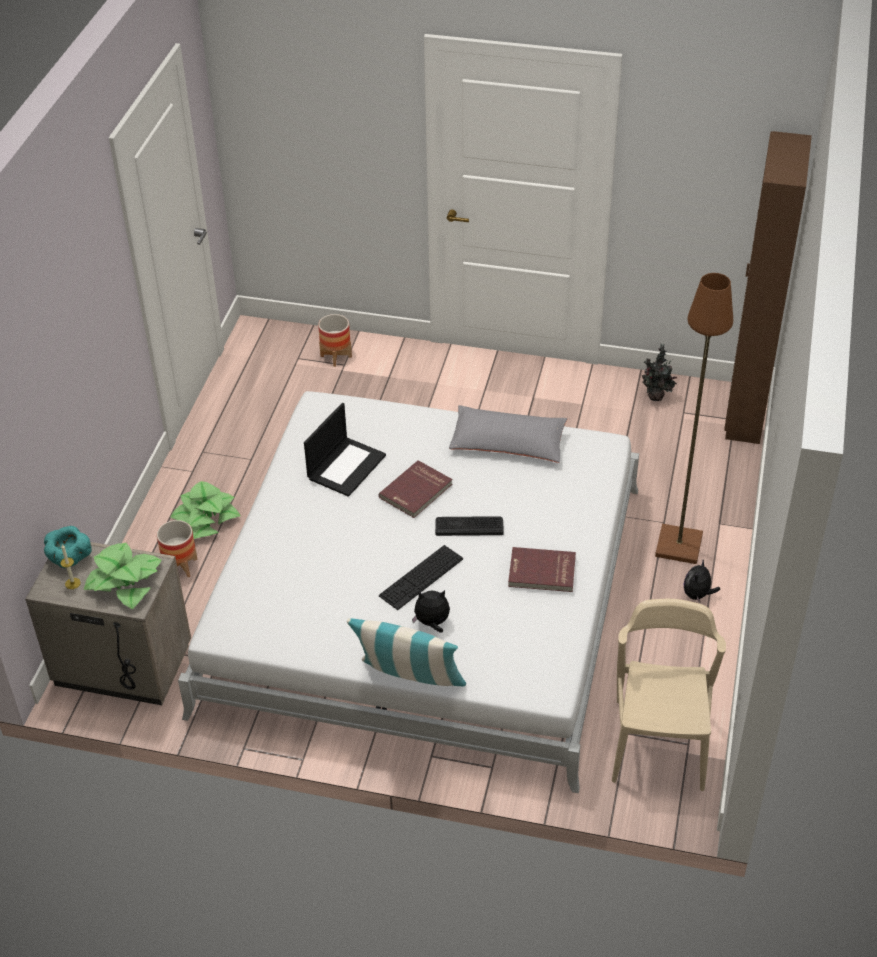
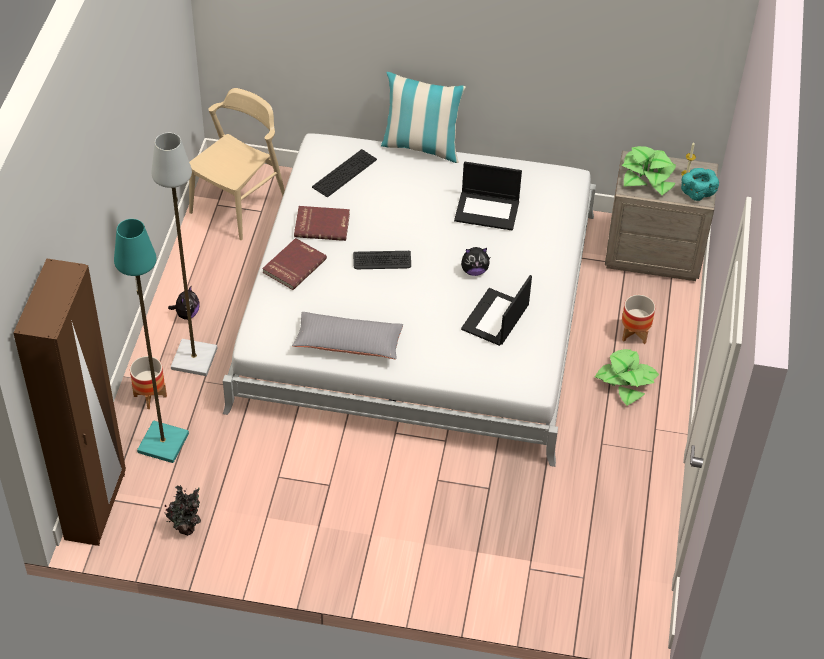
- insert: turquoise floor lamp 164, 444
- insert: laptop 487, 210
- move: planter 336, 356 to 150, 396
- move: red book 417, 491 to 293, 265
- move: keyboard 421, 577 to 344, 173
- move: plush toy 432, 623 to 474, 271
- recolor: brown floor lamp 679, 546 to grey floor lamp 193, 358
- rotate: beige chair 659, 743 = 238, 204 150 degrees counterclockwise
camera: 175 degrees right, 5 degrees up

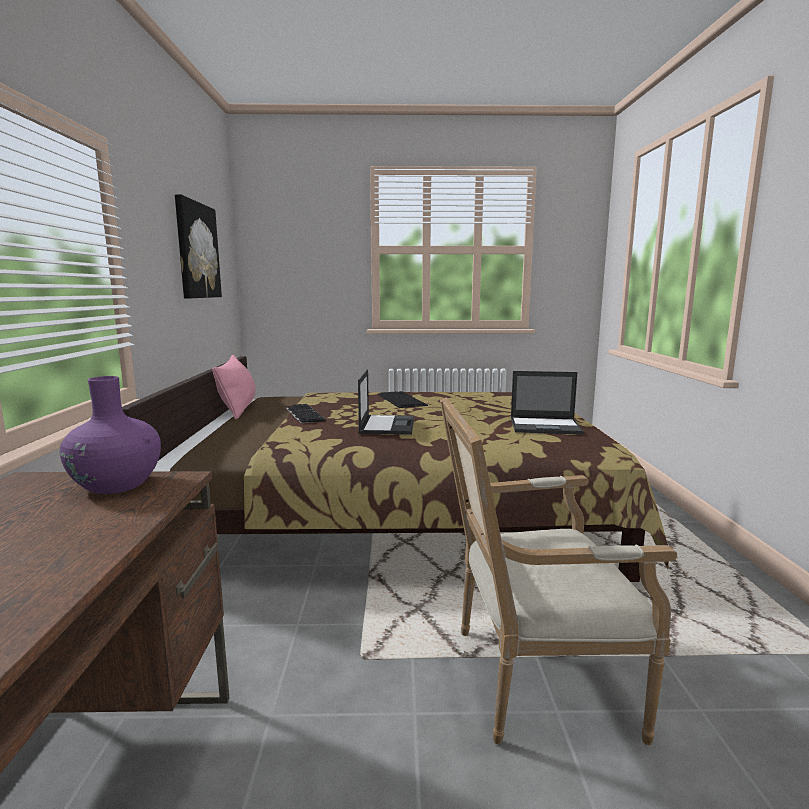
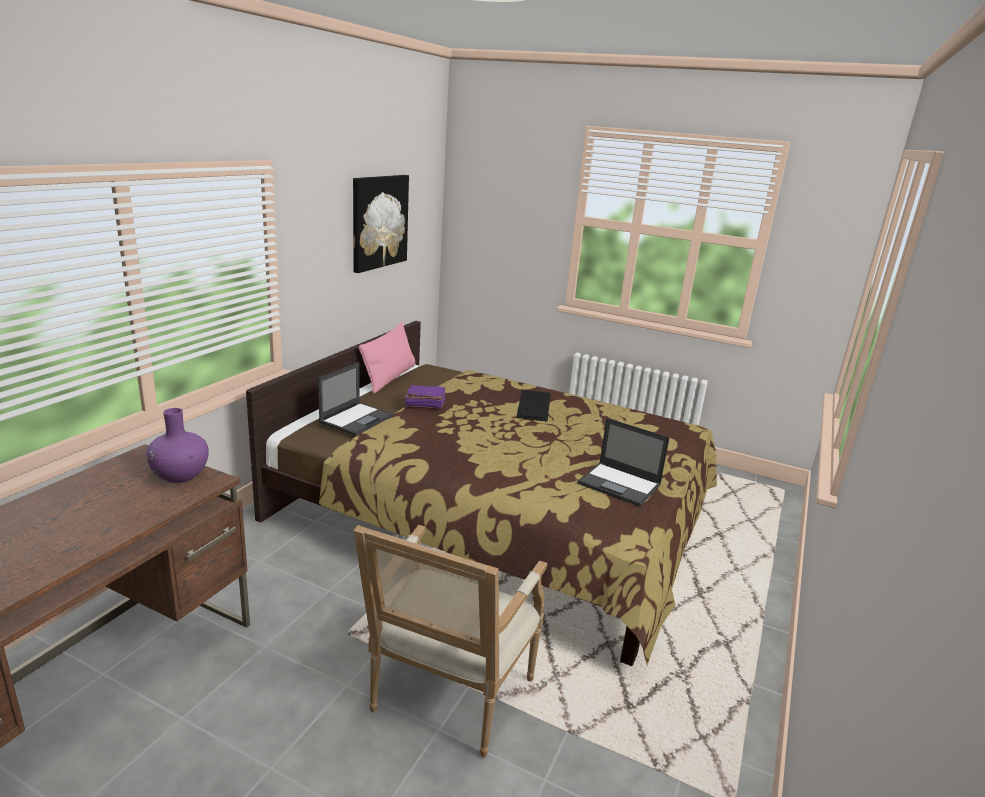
- move: laptop 387, 425 to 357, 419
- replace: keyboard 303, 414 to purple book 424, 404
- rotate: armchair 531, 678 = 446, 699 90 degrees counterclockwise
camera: 25 degrees right, 10 degrees up

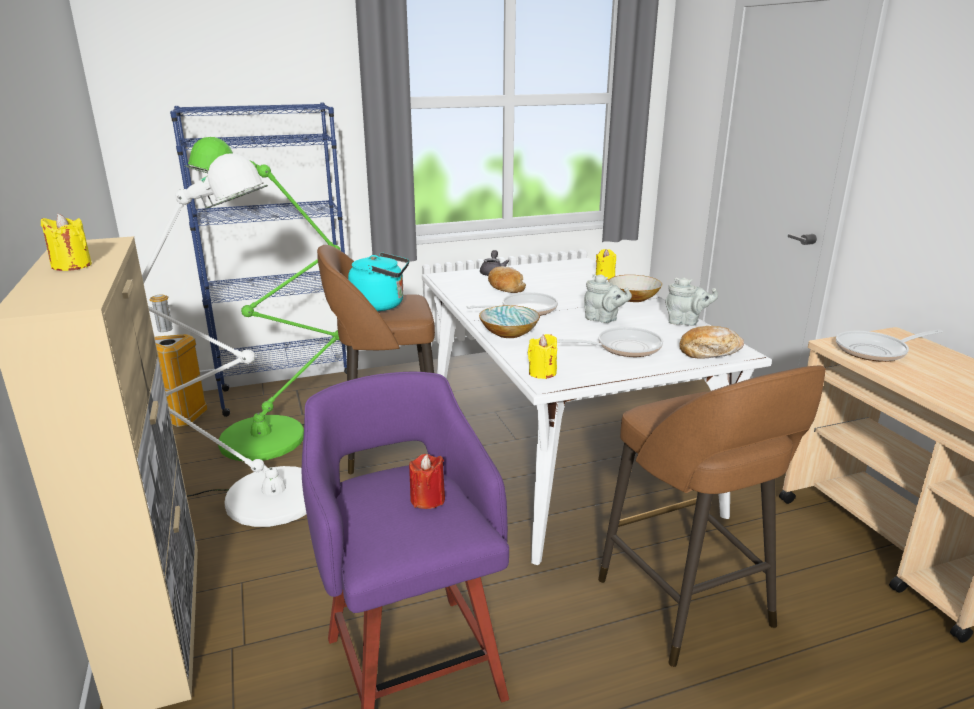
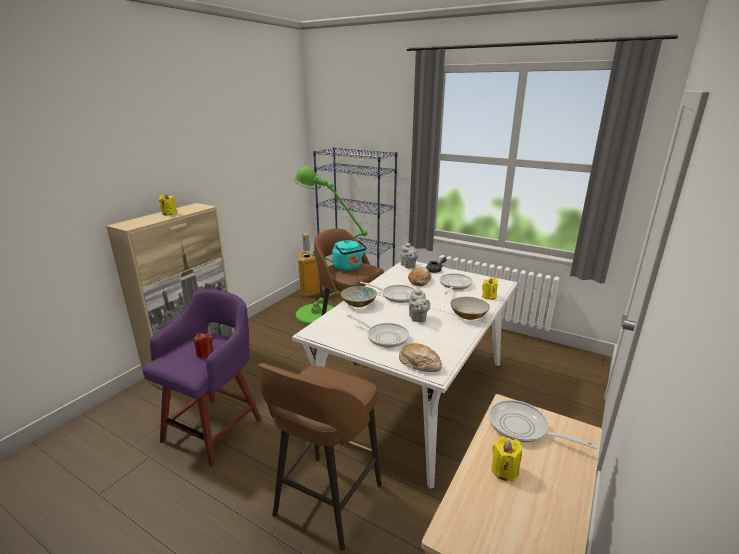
- delete: white floor lamp 261, 496
- insert: frying pan 454, 285
- move: yellow candle 542, 373 to 504, 470
- move: grey teapot 686, 322 to 408, 266
camera: 50 degrees right, 0 degrees up

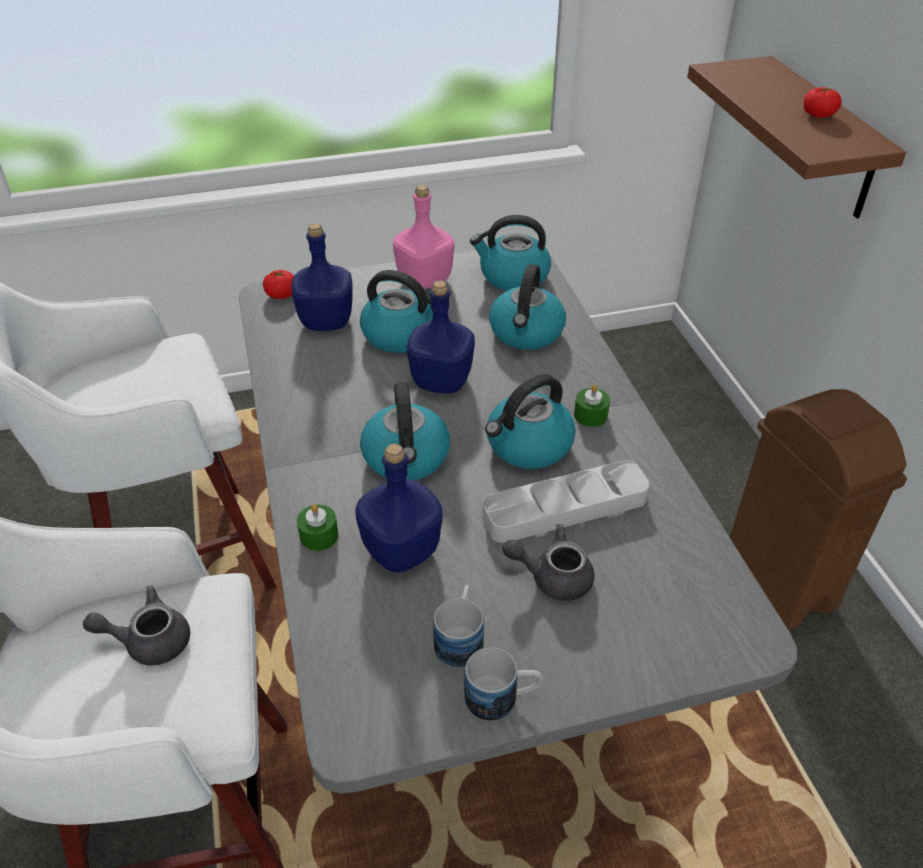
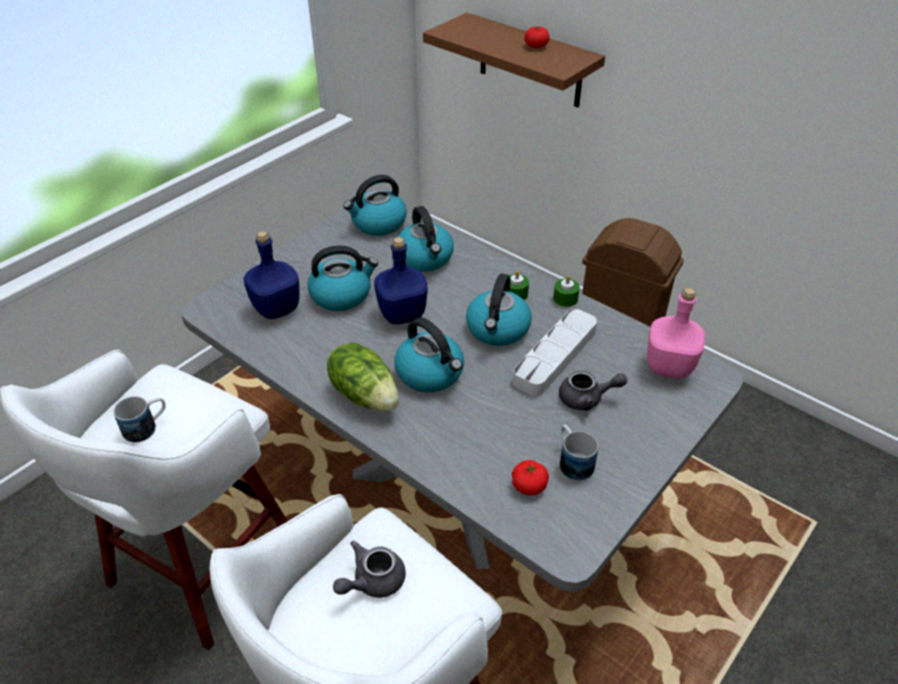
- delete: blue bottle 402, 550
- insert: lettuce 365, 394
- move: tomato 281, 295 to 529, 485
- move: green candle 319, 536 to 565, 298
- move: pink bottle 424, 280 to 669, 367
- move: mug 502, 698 to 147, 427
- rotate: grey teapot 552, 577 = 587, 399 150 degrees counterclockwise
camera: 35 degrees left, 0 degrees up

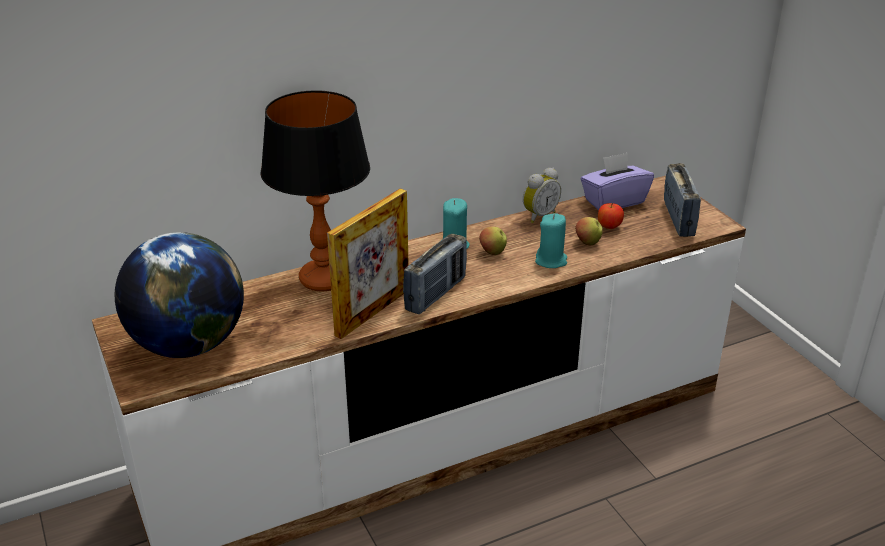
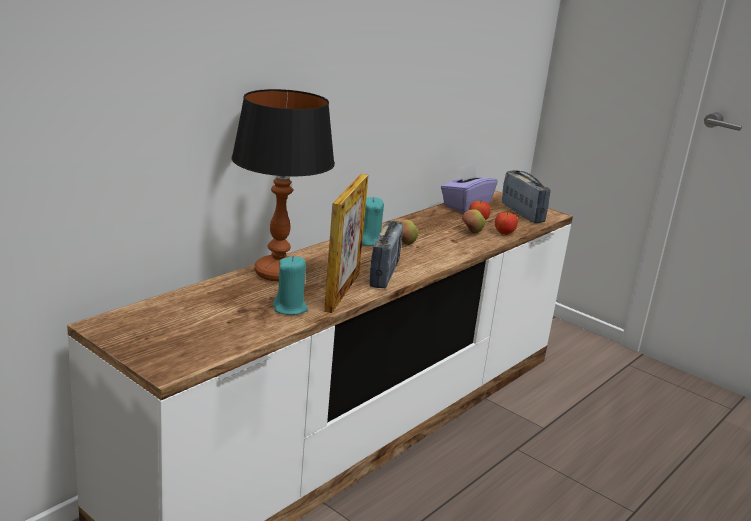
- delete: globe 189, 345
- delete: alarm clock 538, 215
- insert: apple 504, 233
- move: turquoise candle 551, 261 to 290, 308
camera: 25 degrees left, 10 degrees down

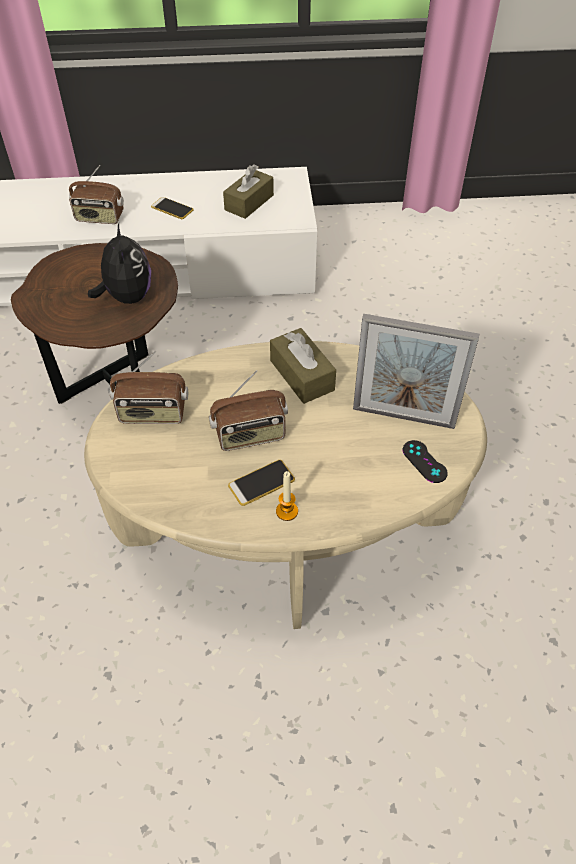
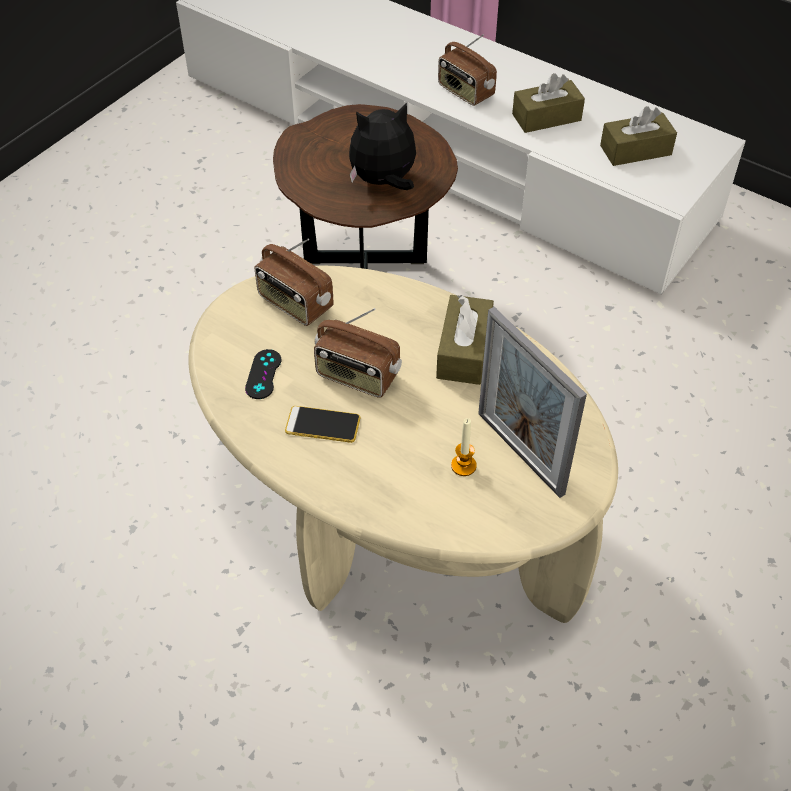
- move: candle 287, 511 to 463, 466
- move: black game controller 424, 461 to 263, 374
- replace: phone 172, 208 to brown tissue box 546, 117
- rotate: plush toy 127, 297 = 384, 182 135 degrees counterclockwise
camera: 40 degrees right, 0 degrees up

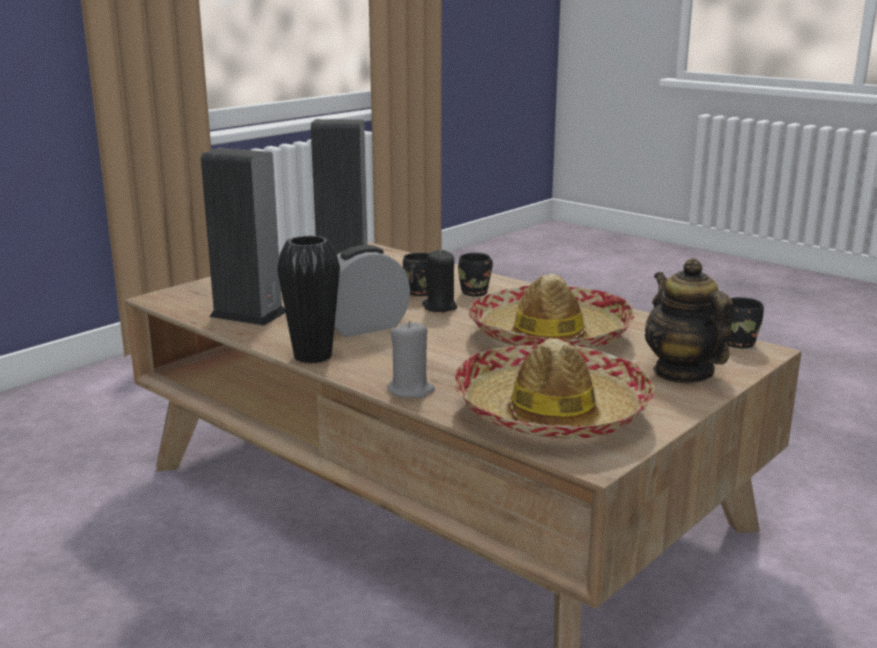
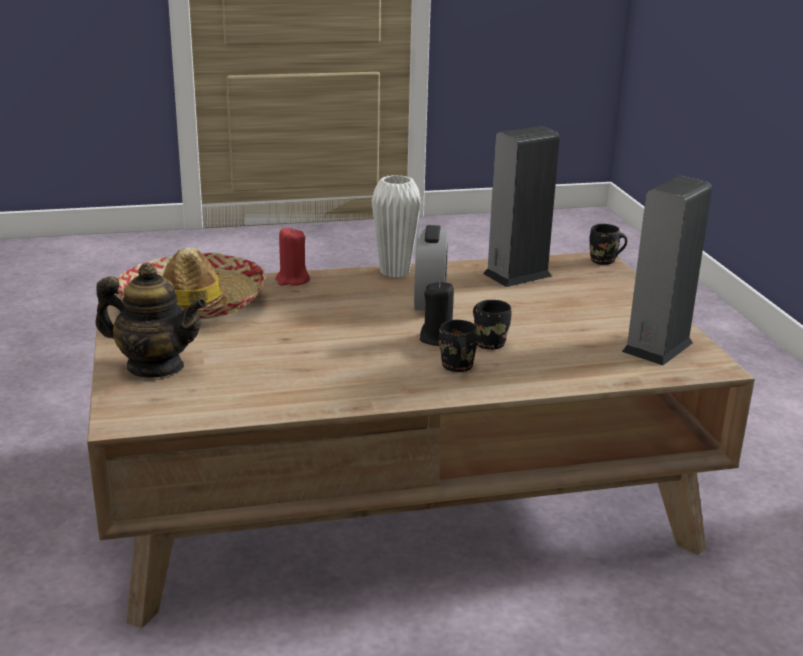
- delete: hat 550, 336
- move: black mug 738, 343 to 604, 261
- recolor: black vase 313, 356 to white vase 395, 272
- recolor: grey candle 411, 390 to red candle 292, 280
camera: 125 degrees right, 5 degrees up

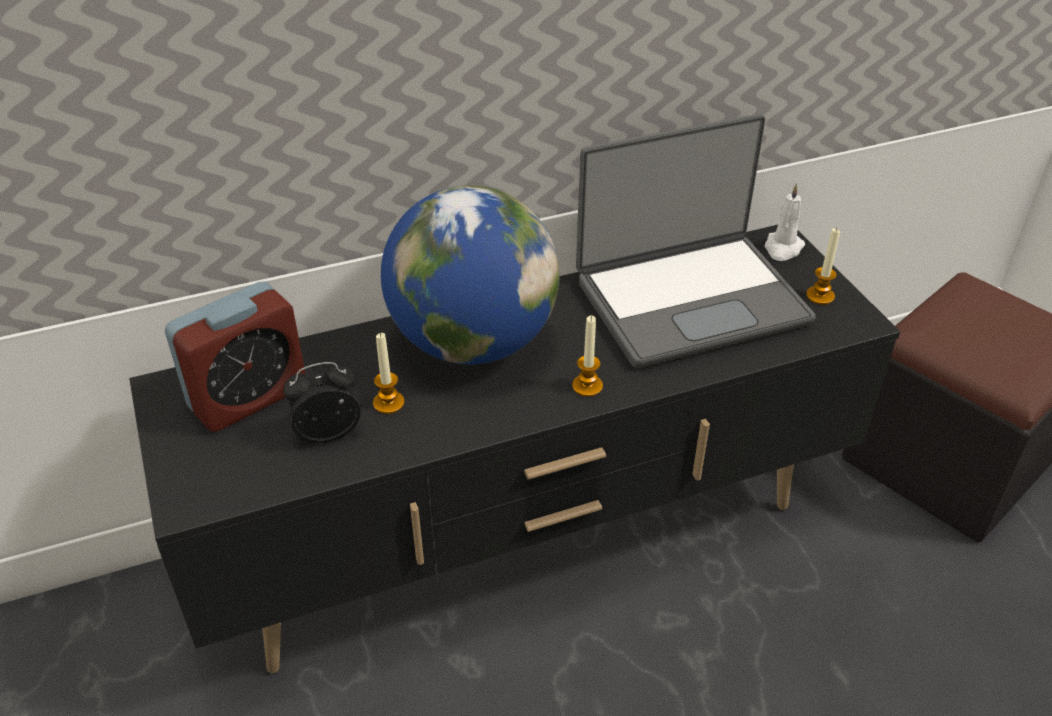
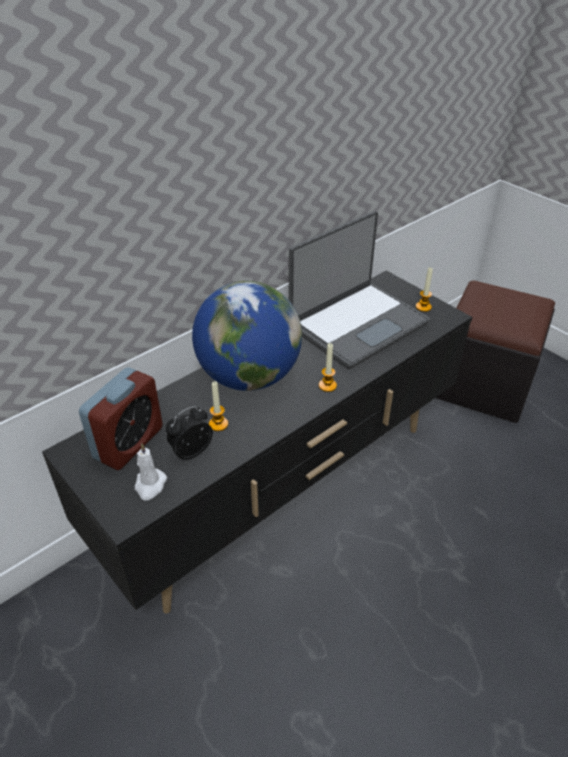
- move: white candle 783, 248 to 150, 485
camera: 20 degrees left, 0 degrees up

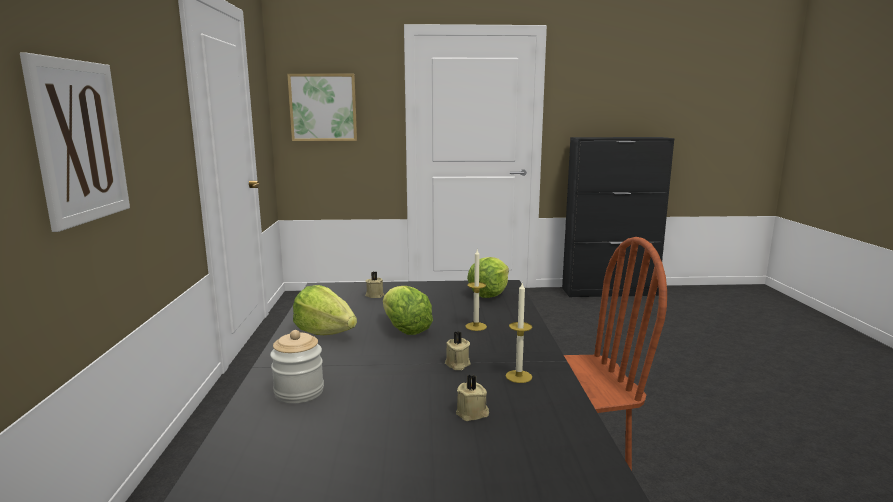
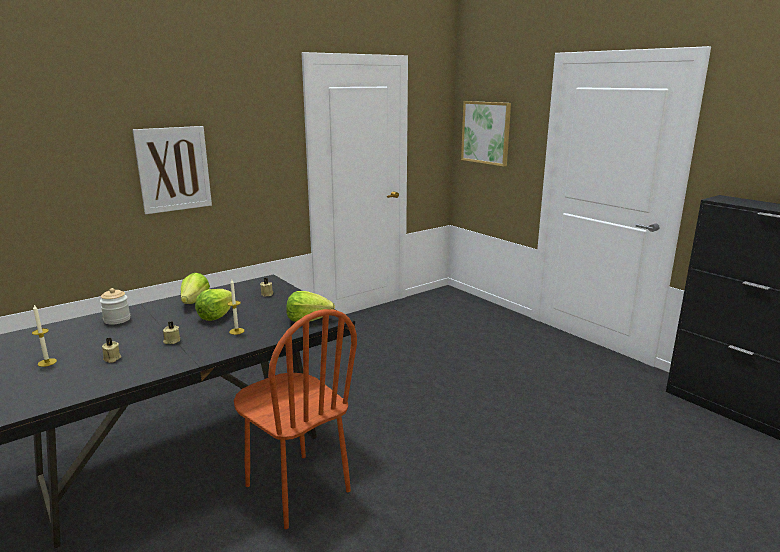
- move: candle 518, 376 to 47, 362
camera: 55 degrees right, 5 degrees up

